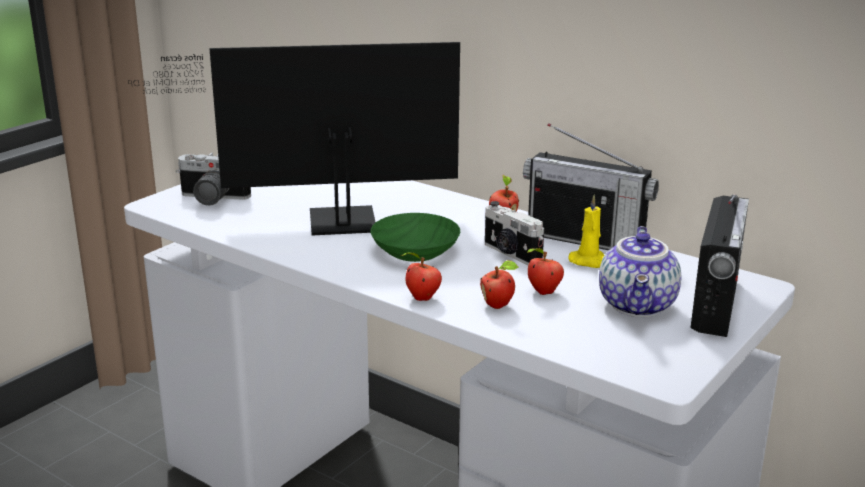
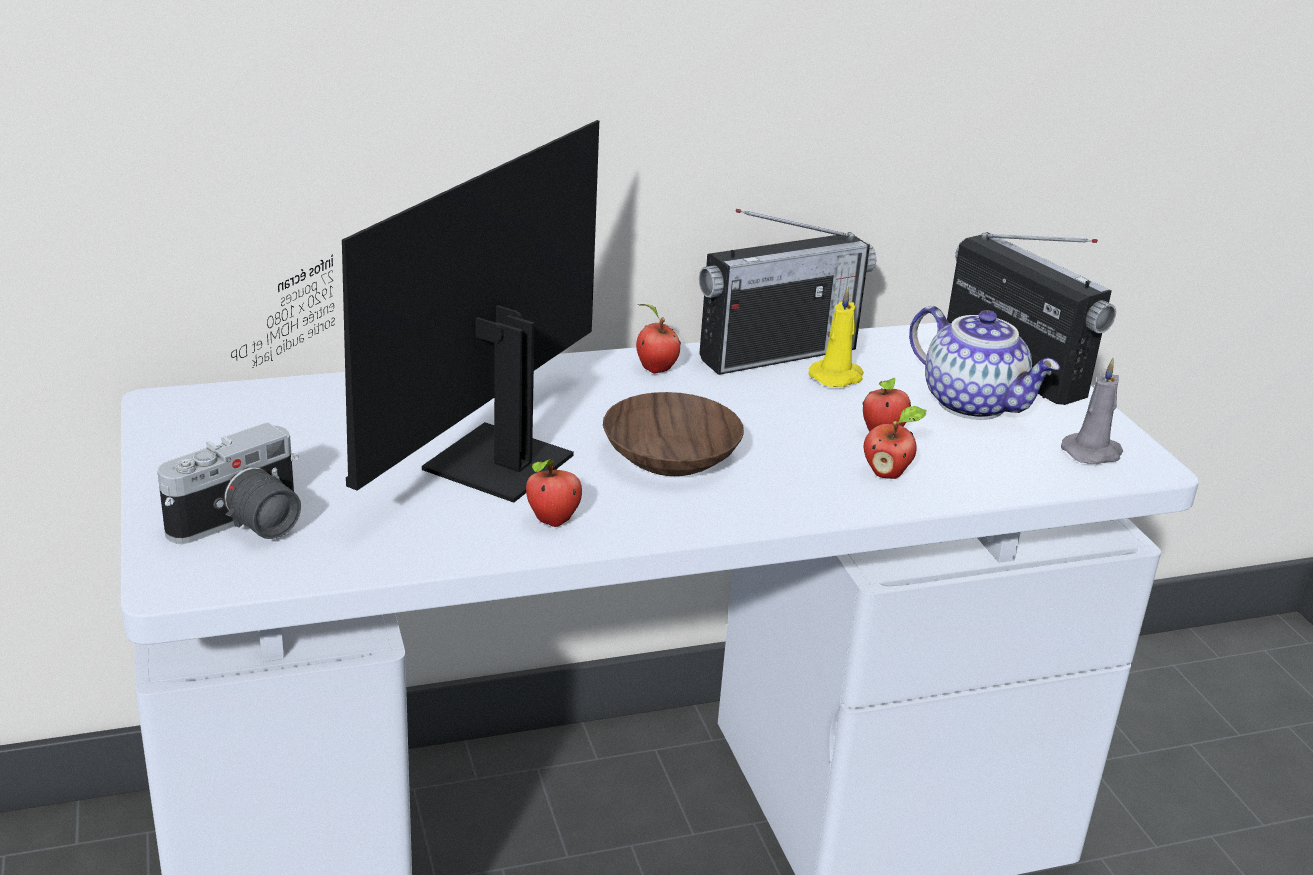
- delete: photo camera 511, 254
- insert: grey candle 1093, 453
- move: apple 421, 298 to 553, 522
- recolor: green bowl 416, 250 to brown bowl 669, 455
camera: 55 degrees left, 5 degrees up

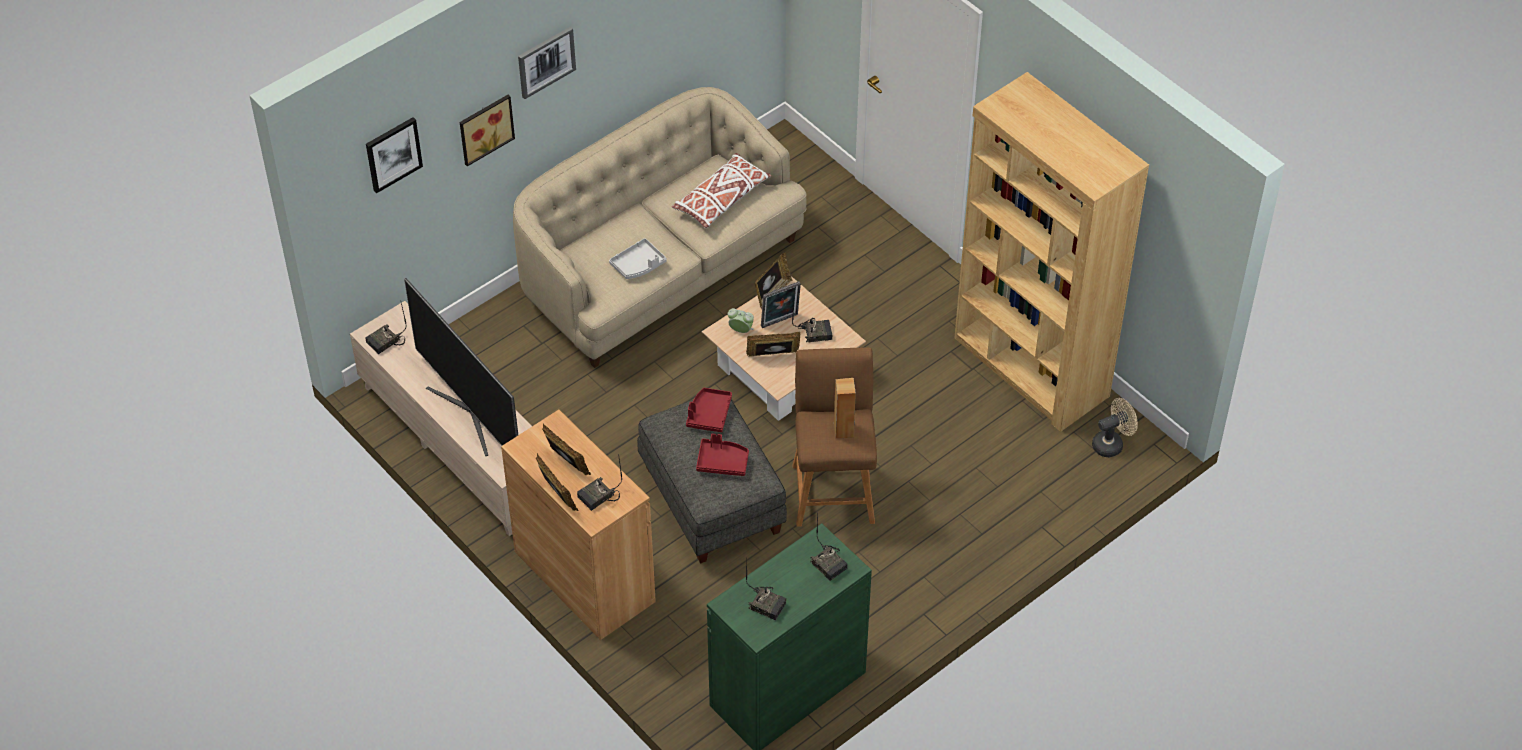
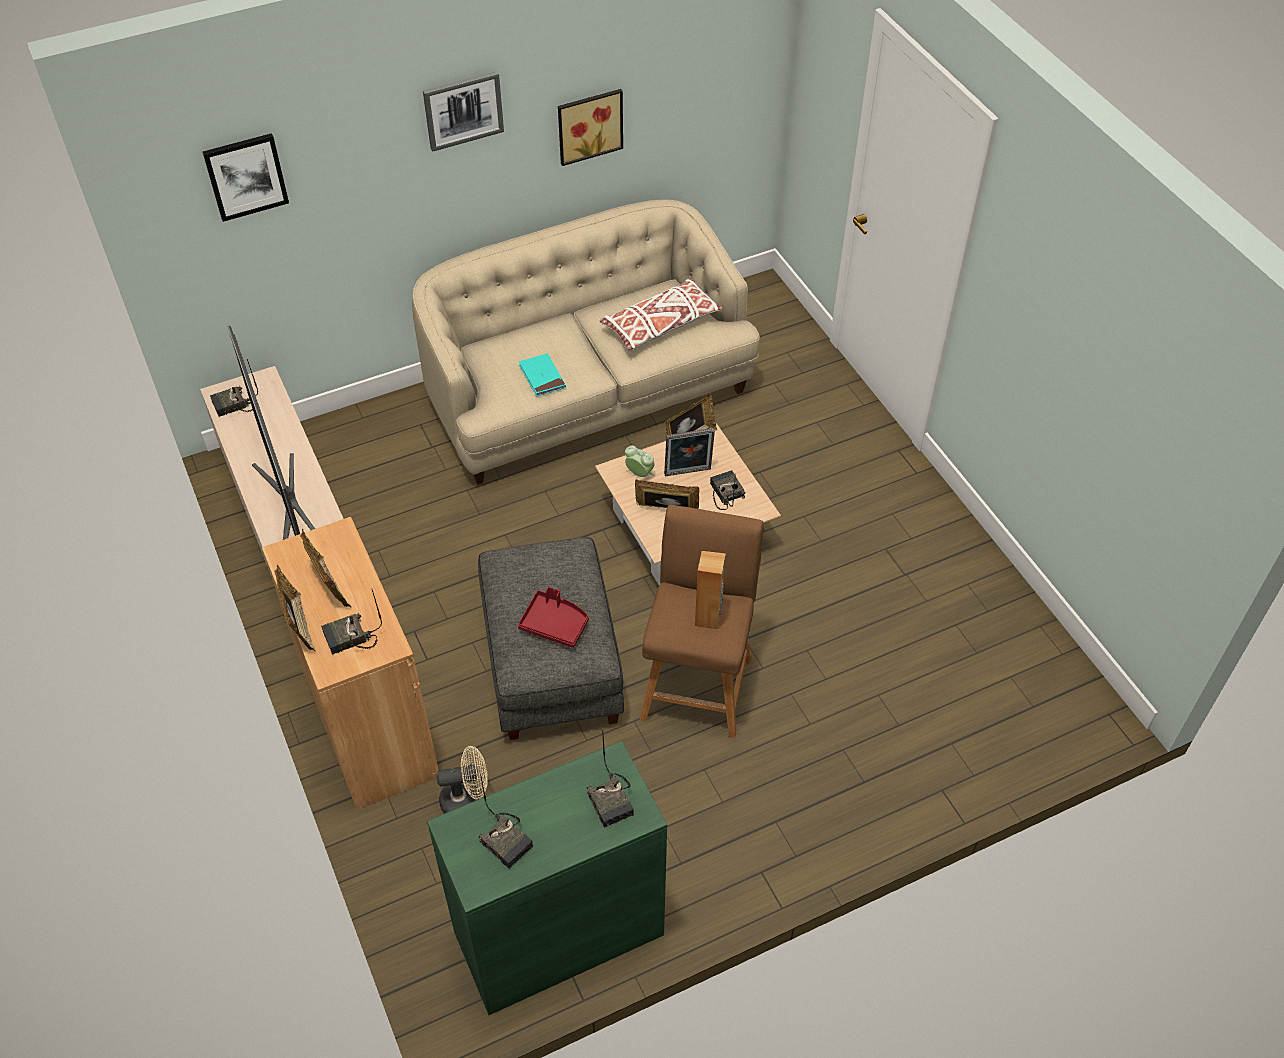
- delete: red tray 709, 414
- delete: brown bookcase 1030, 368
- move: picture 484, 128 to 589, 125
- move: beige fan 1111, 443 to 466, 799
- replace: grey tray 638, 265 to turquoise book 542, 377
- rotate: radio 815, 332 = 725, 493 120 degrees counterclockwise
camera: 15 degrees right, 0 degrees up

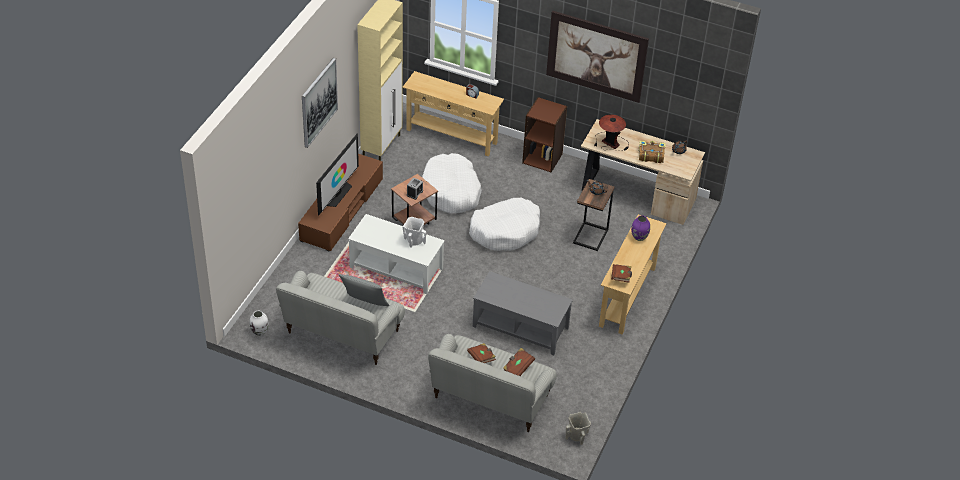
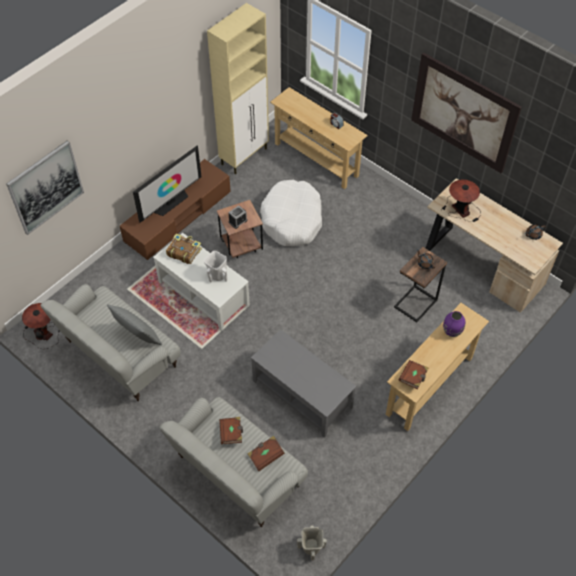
- delete: white dog bed 505, 231
- delete: brown bookcase 542, 158
- move: picture 318, 102 to 45, 187
- move: book 650, 155 to 184, 251
- replace: white vase 260, 331 to table lamp 43, 333
camera: 20 degrees right, 10 degrees up

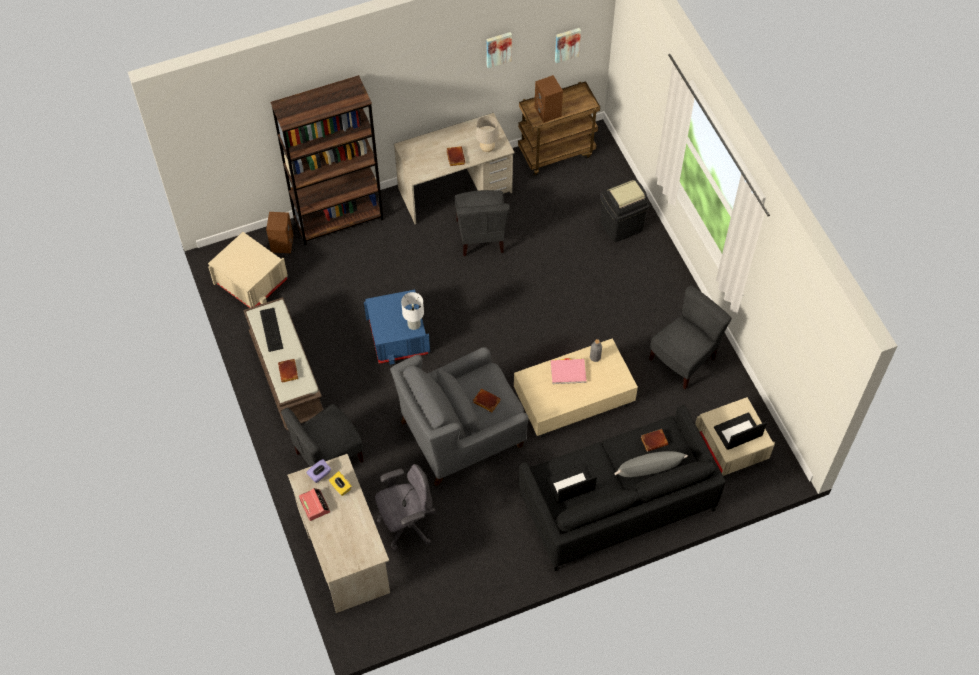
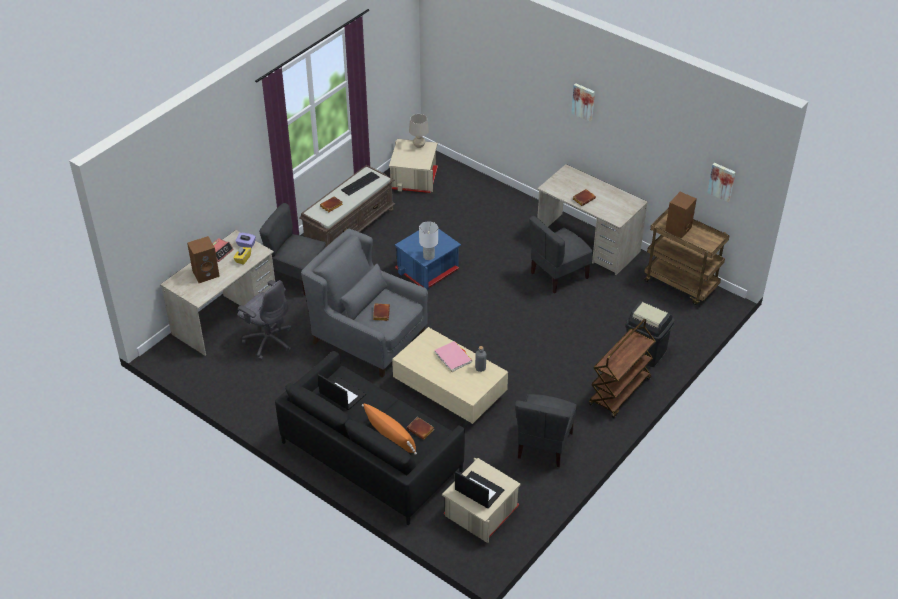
- delete: brown bookcase 339, 219
- insert: brown cart 620, 392
- move: brown speaker 281, 243 to 206, 273
- move: beige table lamp 487, 149 to 419, 146
- move: picture 498, 48 to 583, 101
- recolor: grey pillow 649, 469 to orange pillow 390, 437
- rotate: grey chair 683, 360 = 544, 445 90 degrees clockwise
camera: 60 degrees right, 15 degrees down

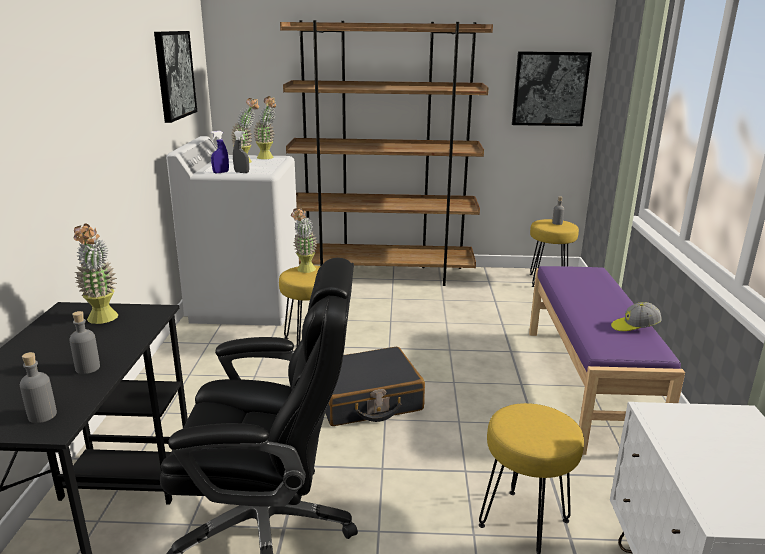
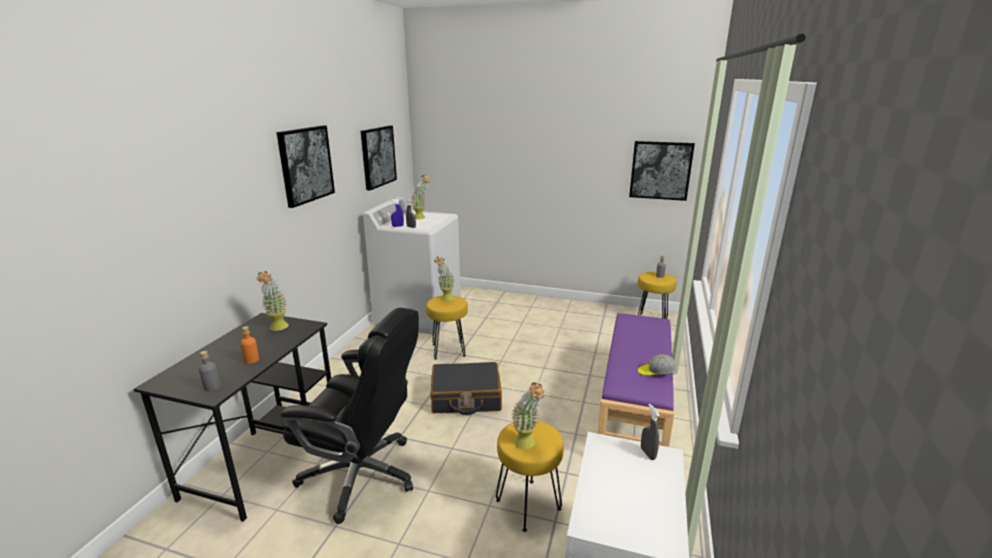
- delete: brown bookcase 384, 274
- insert: picture 306, 165
- insert: grey spray bottle 648, 453
- move: potted plant 268, 158 to 527, 445
- recolor: grey bottle 88, 368 to orange bottle 251, 360
camera: 15 degrees right, 0 degrees up

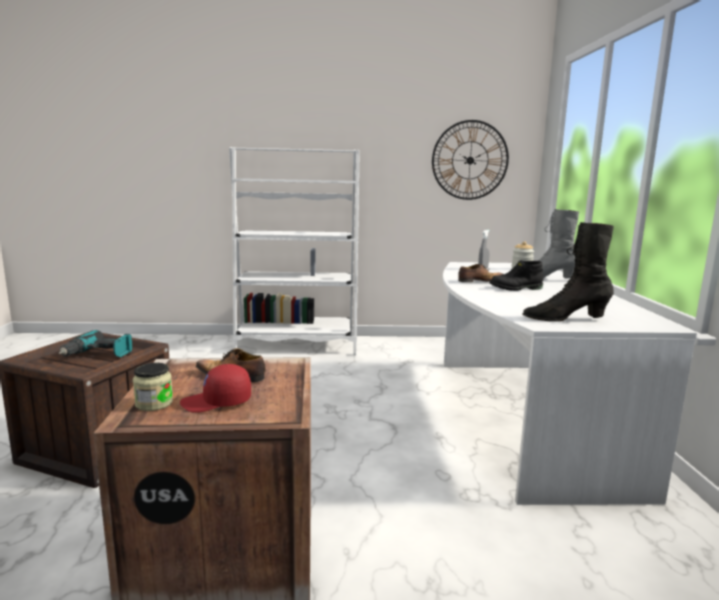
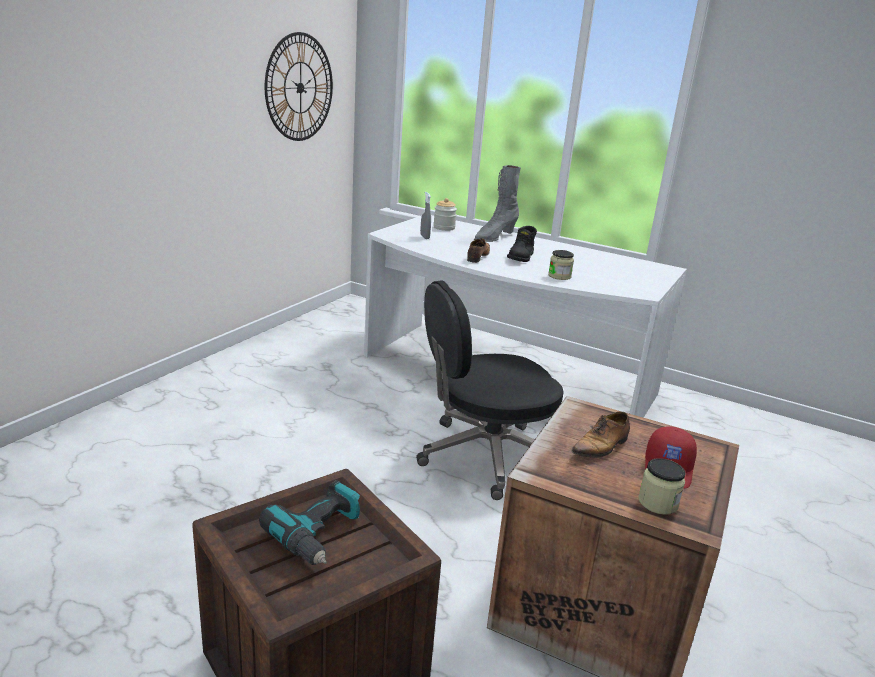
- delete: white bookcase 296, 345
- delete: black boot 564, 319
- insert: black office chair 484, 456
- insert: jar 559, 276
camera: 60 degrees left, 10 degrees up

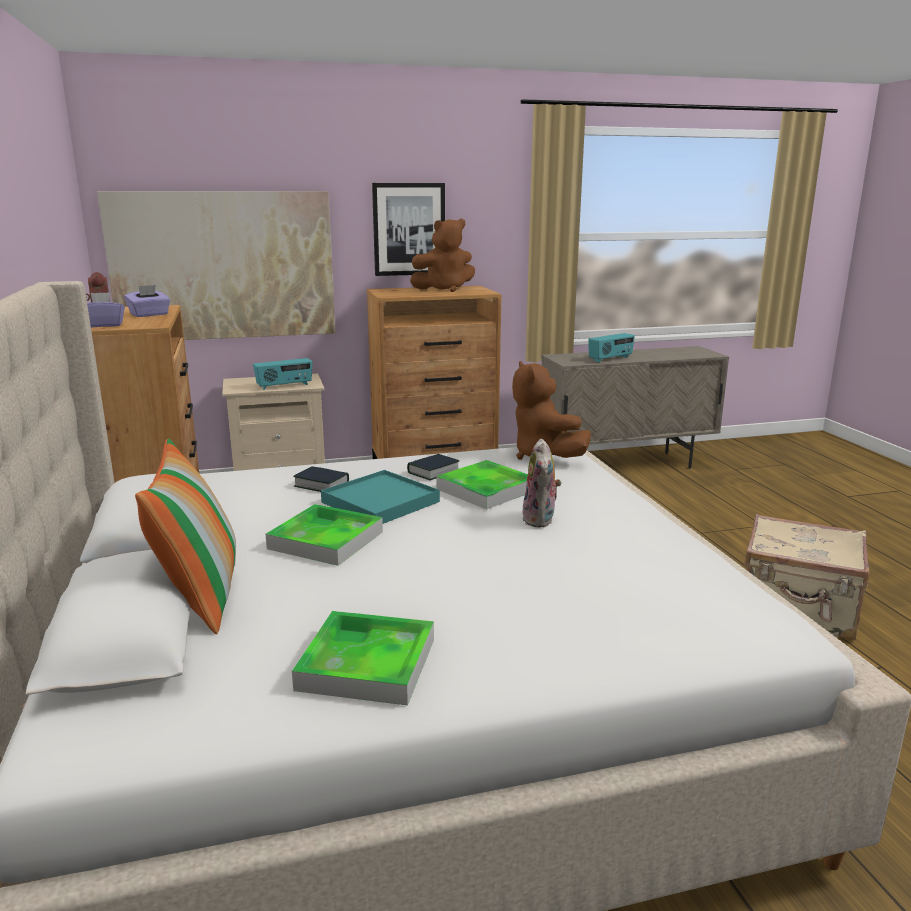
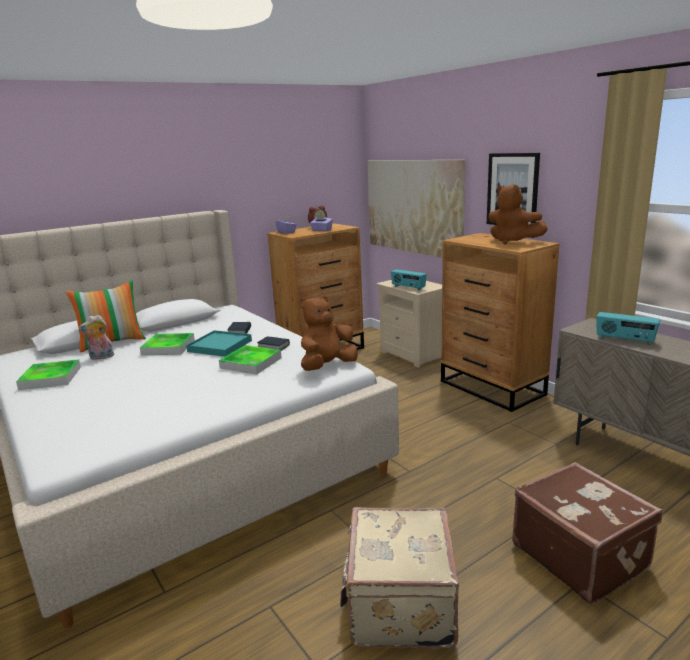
- insert: brown suitcase 580, 555
- move: plush toy 541, 520 to 101, 357
camera: 70 degrees right, 0 degrees up

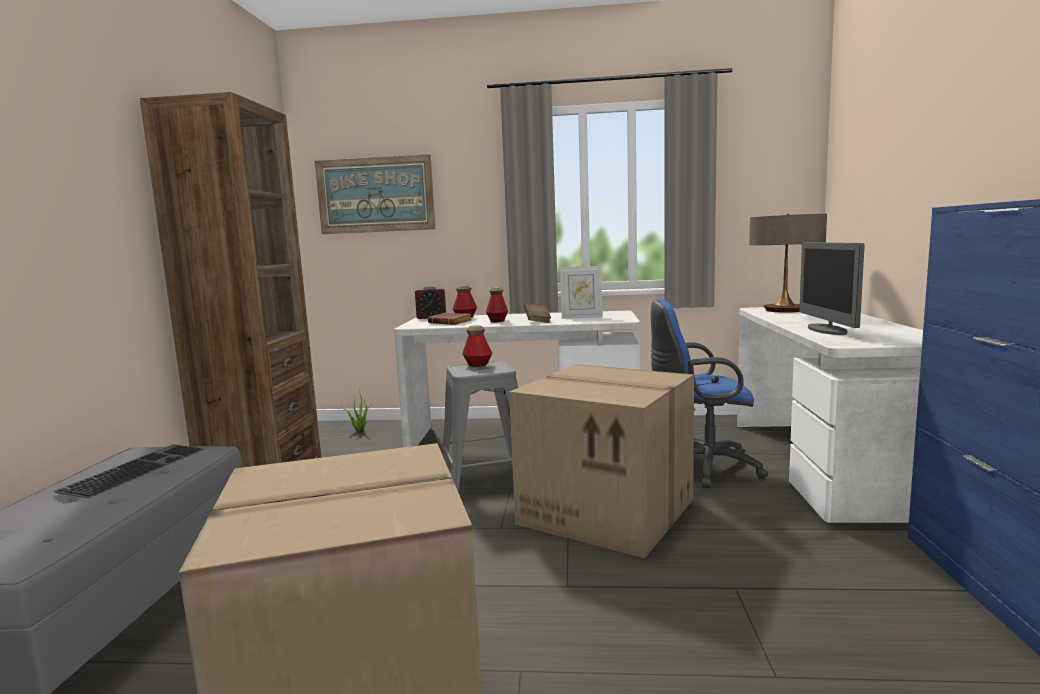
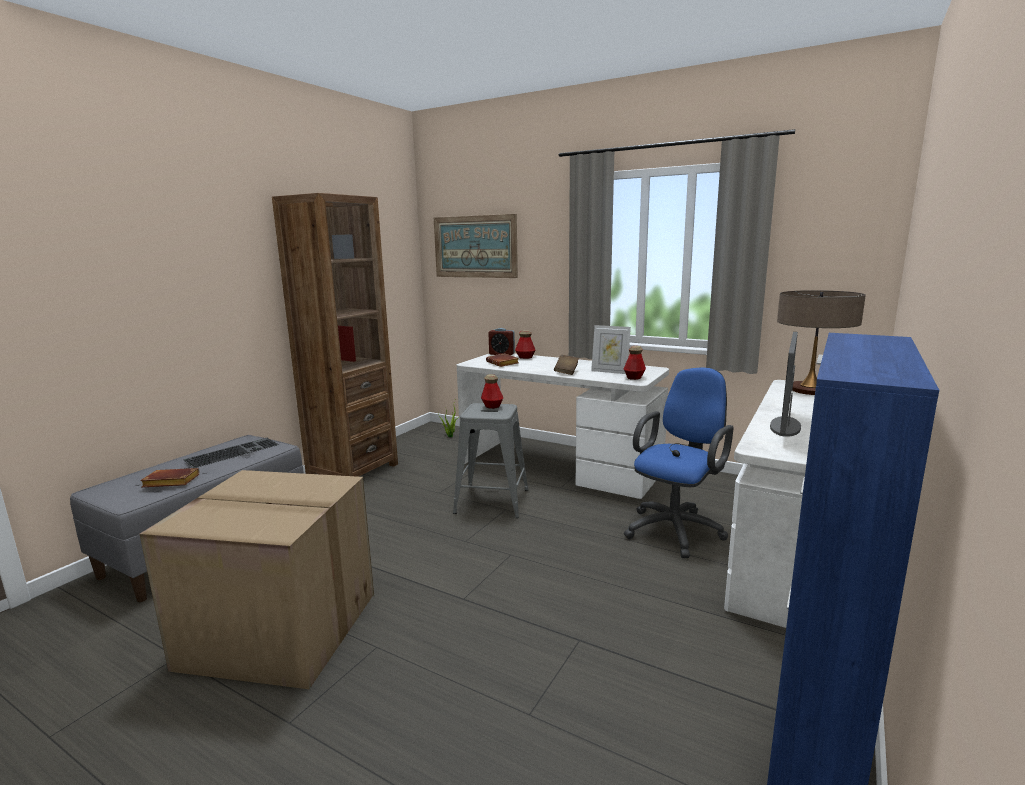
- delete: cardboard box 609, 511
- insert: brown book 169, 482
- move: bottle 497, 321 to 634, 377
- rotate: blue office chair 701, 468 = 676, 529 105 degrees clockwise
camera: 25 degrees right, 5 degrees up

